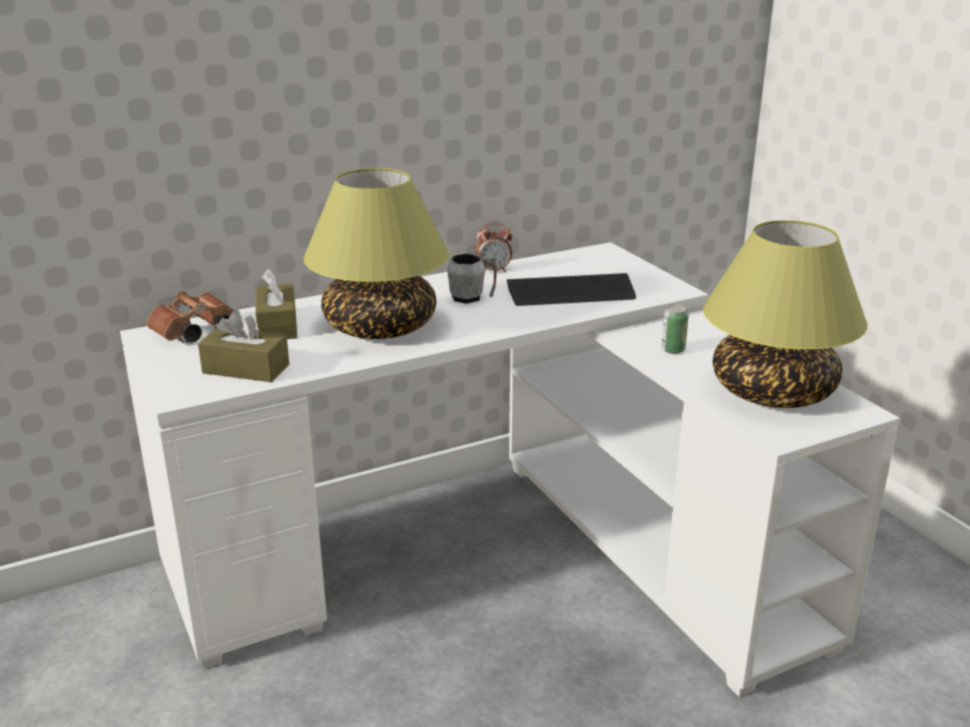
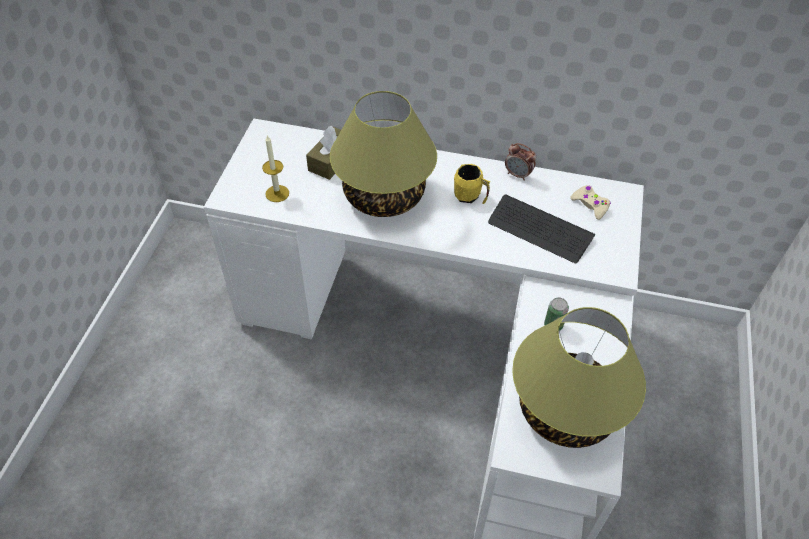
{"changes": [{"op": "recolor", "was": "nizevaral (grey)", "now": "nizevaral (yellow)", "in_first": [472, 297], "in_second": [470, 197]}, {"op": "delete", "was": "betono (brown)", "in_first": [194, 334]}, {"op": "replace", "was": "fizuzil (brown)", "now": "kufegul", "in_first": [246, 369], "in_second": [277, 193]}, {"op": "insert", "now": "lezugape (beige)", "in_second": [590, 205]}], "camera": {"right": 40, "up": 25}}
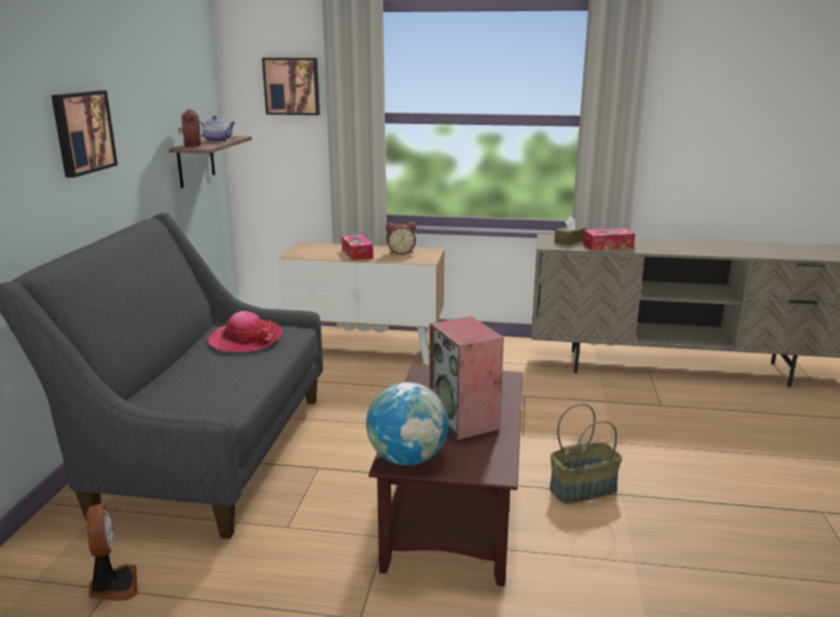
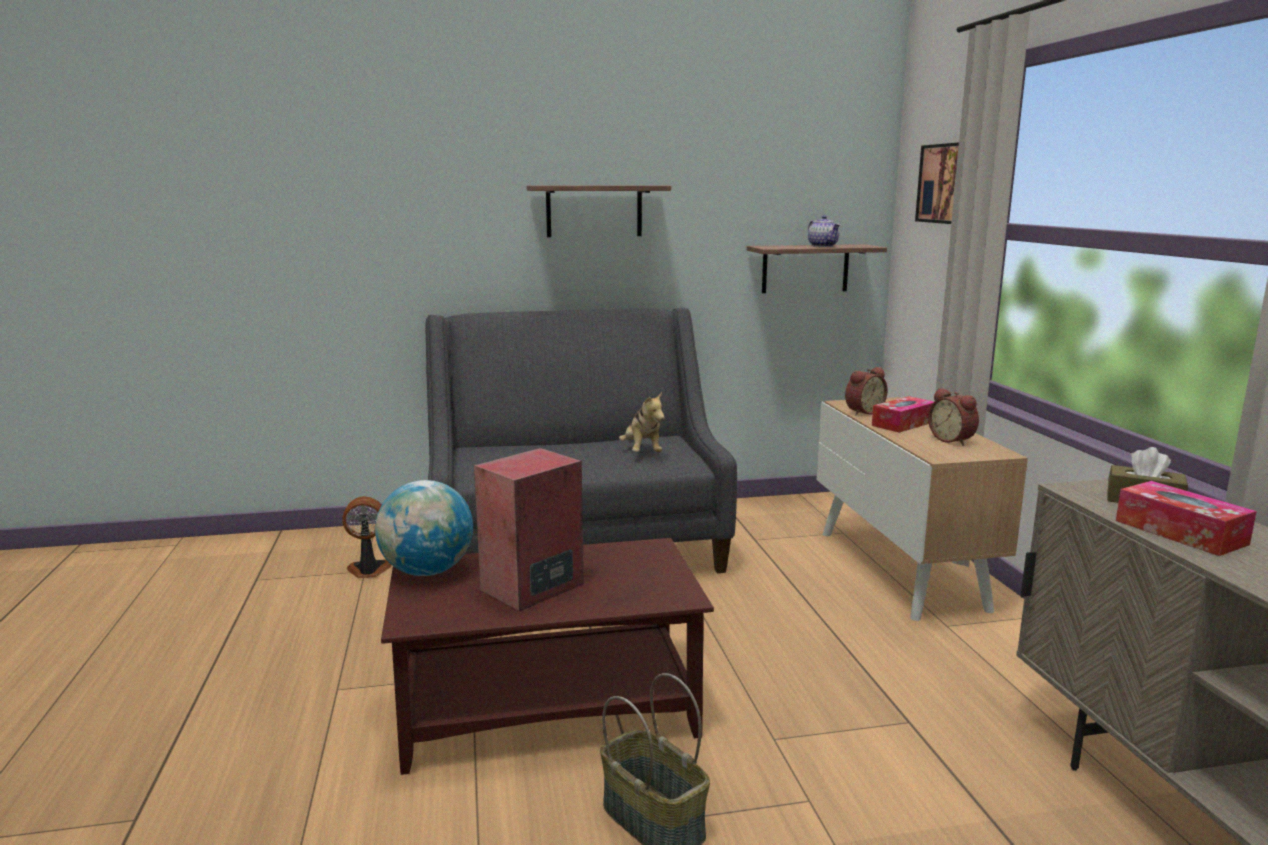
{"changes": [{"op": "replace", "was": "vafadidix", "now": "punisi", "in_first": [82, 132], "in_second": [594, 211]}, {"op": "move", "was": "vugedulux", "in_first": [190, 145], "in_second": [862, 412]}, {"op": "replace", "was": "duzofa", "now": "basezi", "in_first": [245, 339], "in_second": [642, 452]}, {"op": "rotate", "was": "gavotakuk", "in_first": [113, 586], "in_second": [368, 571], "clockwise": -150}], "camera": {"right": 70, "up": -5}}
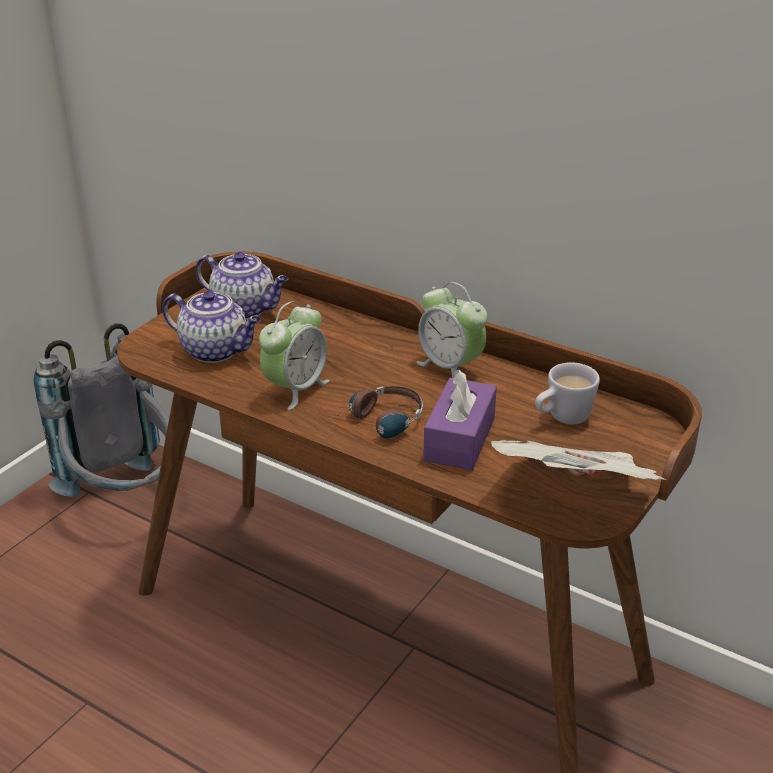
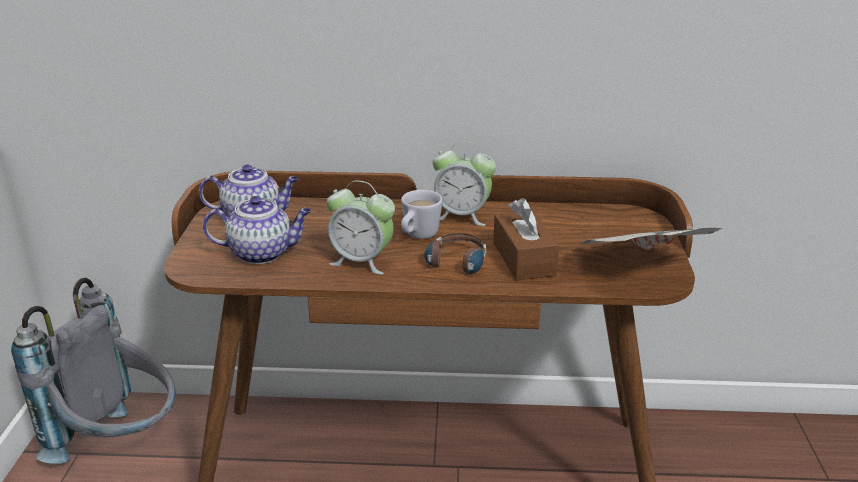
{"changes": [{"op": "rotate", "was": "vugedulux", "in_first": [296, 389], "in_second": [362, 261], "clockwise": 105}, {"op": "move", "was": "nizevaral (white)", "in_first": [562, 418], "in_second": [418, 236]}, {"op": "recolor", "was": "fizuzil (purple)", "now": "fizuzil (brown)", "in_first": [459, 439], "in_second": [523, 259]}], "camera": {"right": -30, "up": -5}}
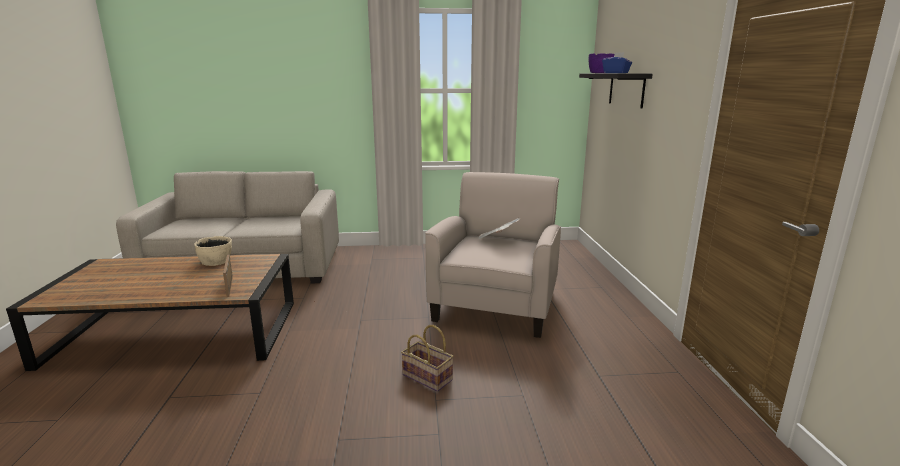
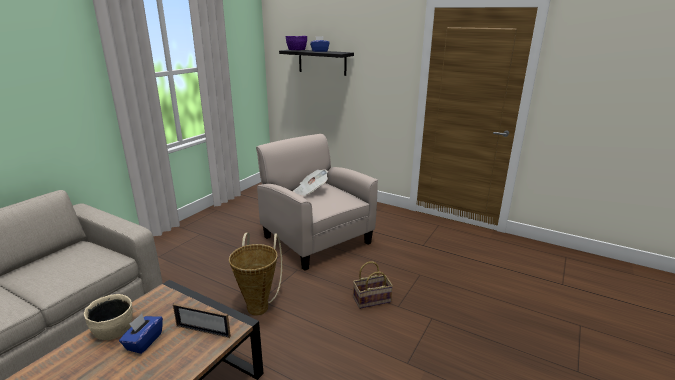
{"changes": [{"op": "insert", "now": "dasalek", "in_second": [259, 305]}, {"op": "insert", "now": "fizuzil (blue)", "in_second": [144, 342]}], "camera": {"right": -55, "up": 5}}
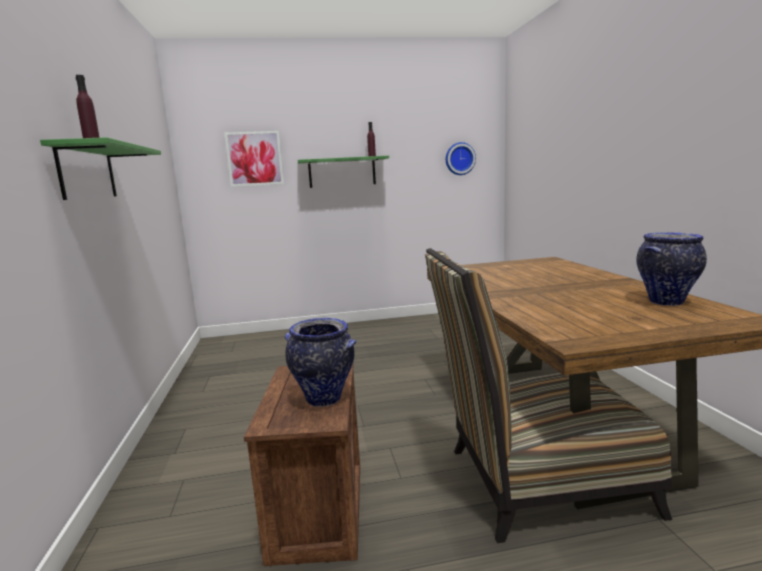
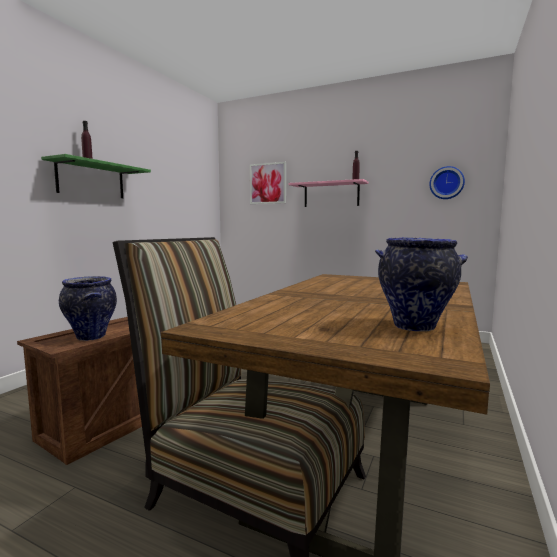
{"changes": [{"op": "recolor", "was": "punisi (green)", "now": "punisi (pink)", "in_first": [342, 172], "in_second": [331, 195]}], "camera": {"right": 35, "up": -5}}
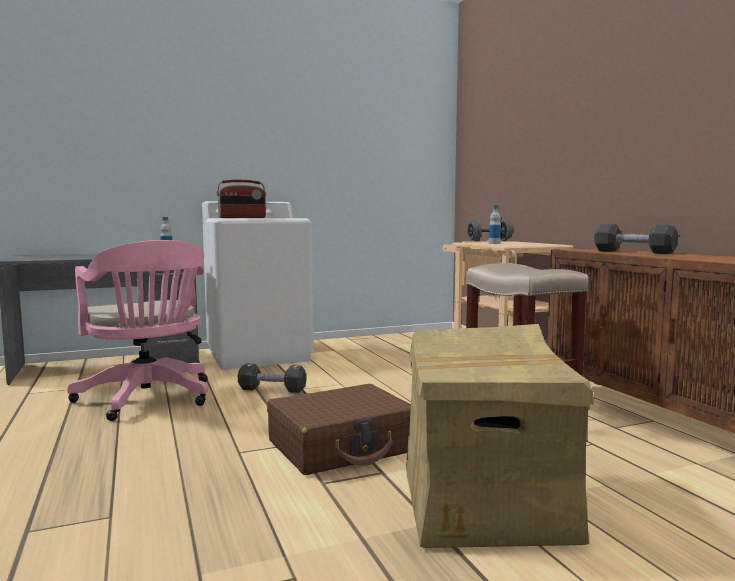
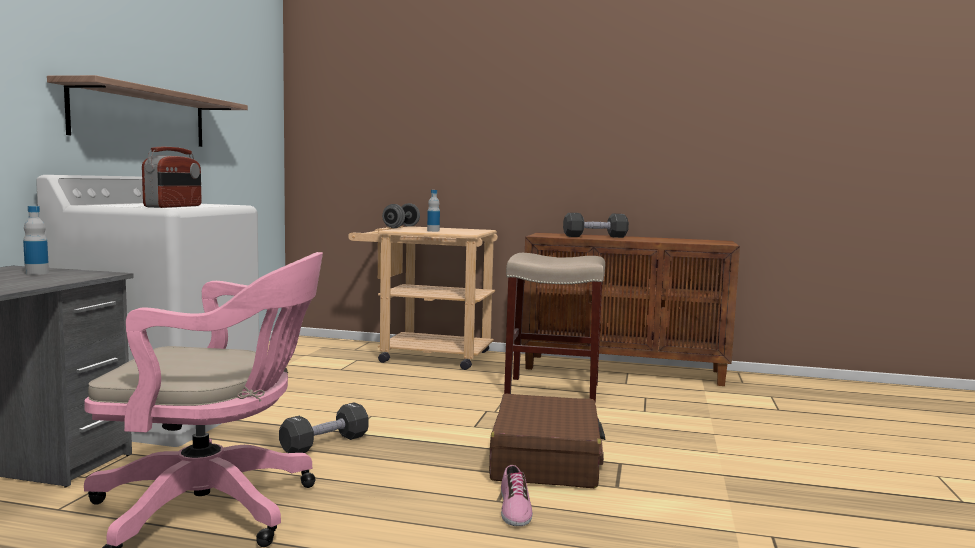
{"changes": [{"op": "delete", "was": "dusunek", "in_first": [484, 501]}, {"op": "insert", "now": "punisi", "in_second": [141, 117]}, {"op": "insert", "now": "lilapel", "in_second": [513, 508]}], "camera": {"right": -55, "up": 0}}
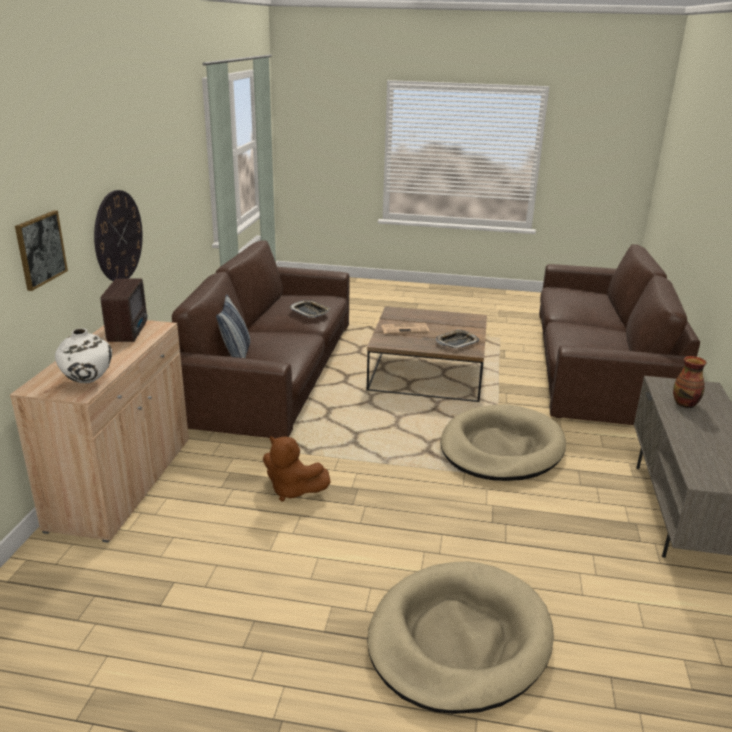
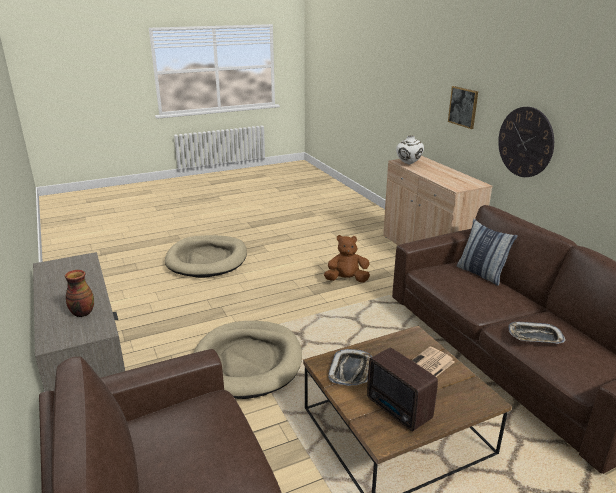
{"changes": [{"op": "move", "was": "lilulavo", "in_first": [129, 331], "in_second": [399, 410]}], "camera": {"right": 145, "up": 0}}
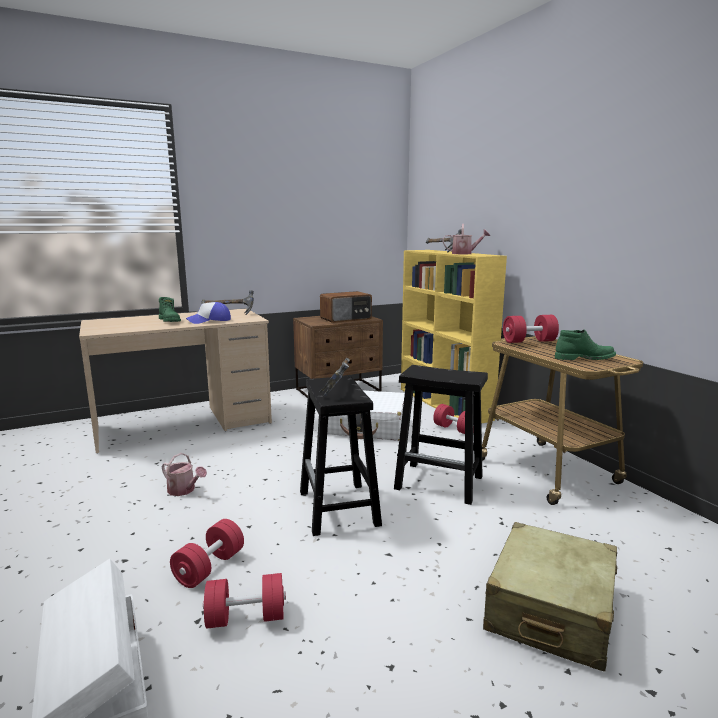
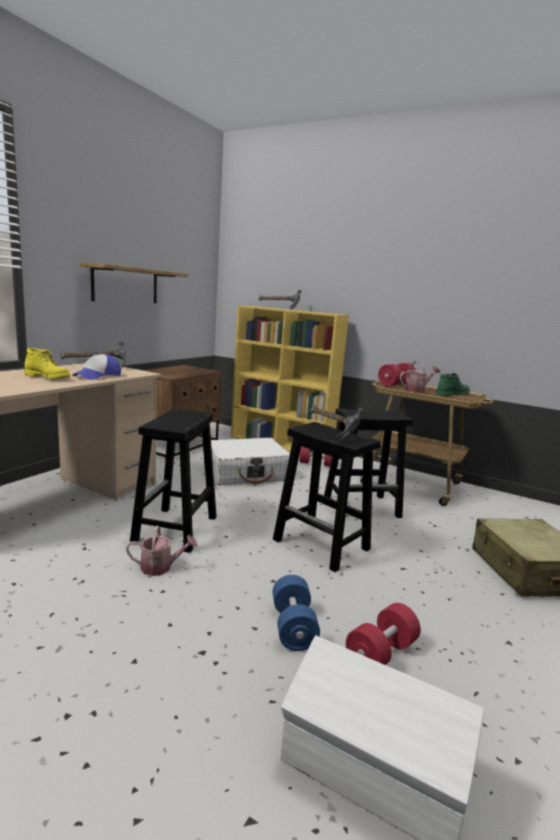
{"changes": [{"op": "move", "was": "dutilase", "in_first": [465, 253], "in_second": [417, 390]}, {"op": "delete", "was": "lilulavo", "in_first": [346, 319]}, {"op": "recolor", "was": "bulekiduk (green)", "now": "bulekiduk (yellow)", "in_first": [170, 321], "in_second": [48, 377]}, {"op": "recolor", "was": "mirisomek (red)", "now": "mirisomek (blue)", "in_first": [209, 567], "in_second": [293, 627]}, {"op": "insert", "now": "punisi", "in_second": [125, 285]}, {"op": "insert", "now": "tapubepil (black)", "in_second": [175, 529]}], "camera": {"right": -35, "up": 0}}
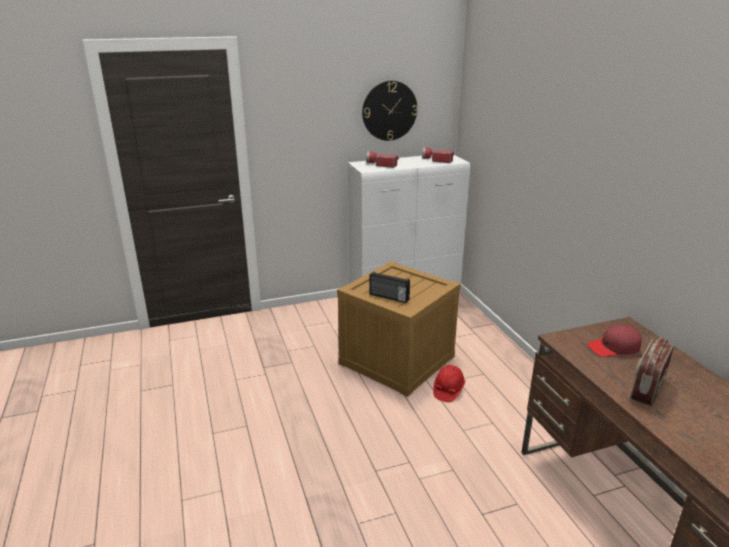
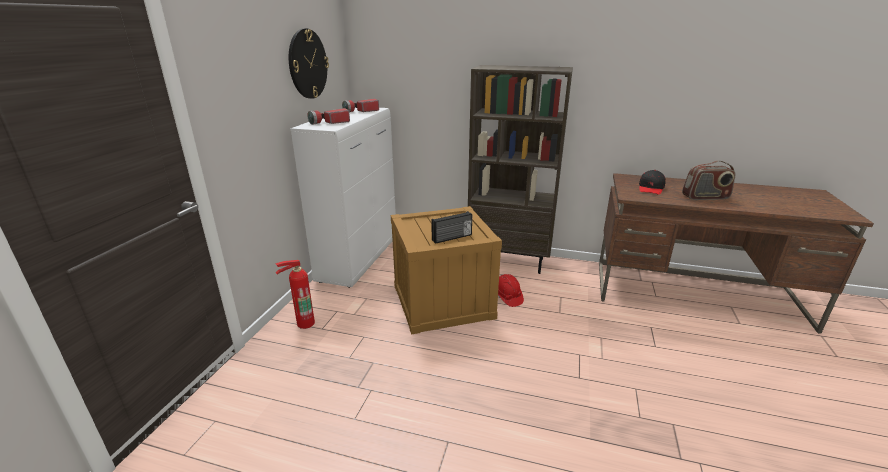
{"changes": [{"op": "recolor", "was": "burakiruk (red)", "now": "burakiruk (black)", "in_first": [614, 348], "in_second": [651, 188]}, {"op": "rotate", "was": "lilulavo", "in_first": [647, 389], "in_second": [705, 197], "clockwise": -75}, {"op": "insert", "now": "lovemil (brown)", "in_second": [509, 261]}, {"op": "insert", "now": "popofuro", "in_second": [304, 323]}], "camera": {"right": -55, "up": 0}}
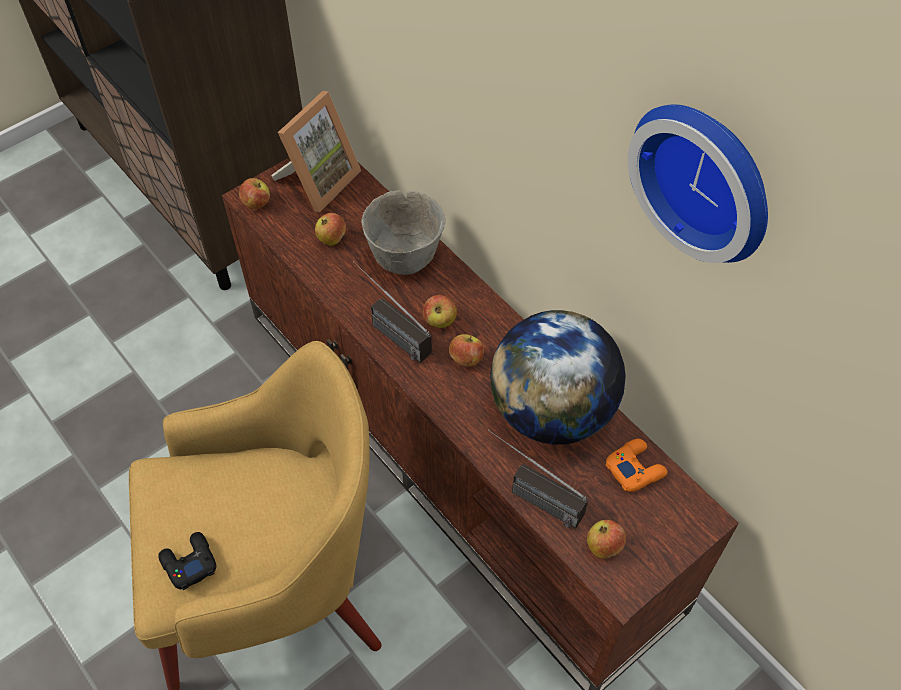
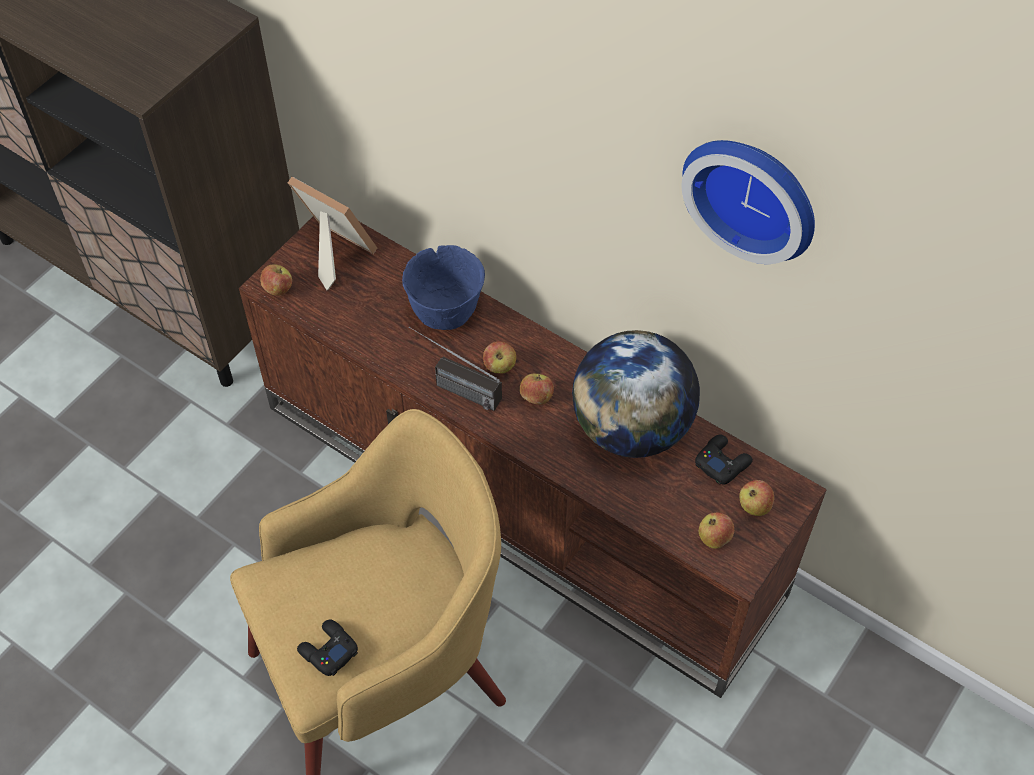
{"changes": [{"op": "rotate", "was": "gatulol", "in_first": [318, 181], "in_second": [332, 253], "clockwise": -75}, {"op": "recolor", "was": "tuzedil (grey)", "now": "tuzedil (blue)", "in_first": [405, 256], "in_second": [445, 311]}, {"op": "move", "was": "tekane", "in_first": [331, 238], "in_second": [754, 506]}, {"op": "delete", "was": "lilulavo", "in_first": [529, 495]}, {"op": "recolor", "was": "lezugape (orange)", "now": "lezugape (black)", "in_first": [635, 468], "in_second": [722, 462]}], "camera": {"right": -15, "up": 0}}
